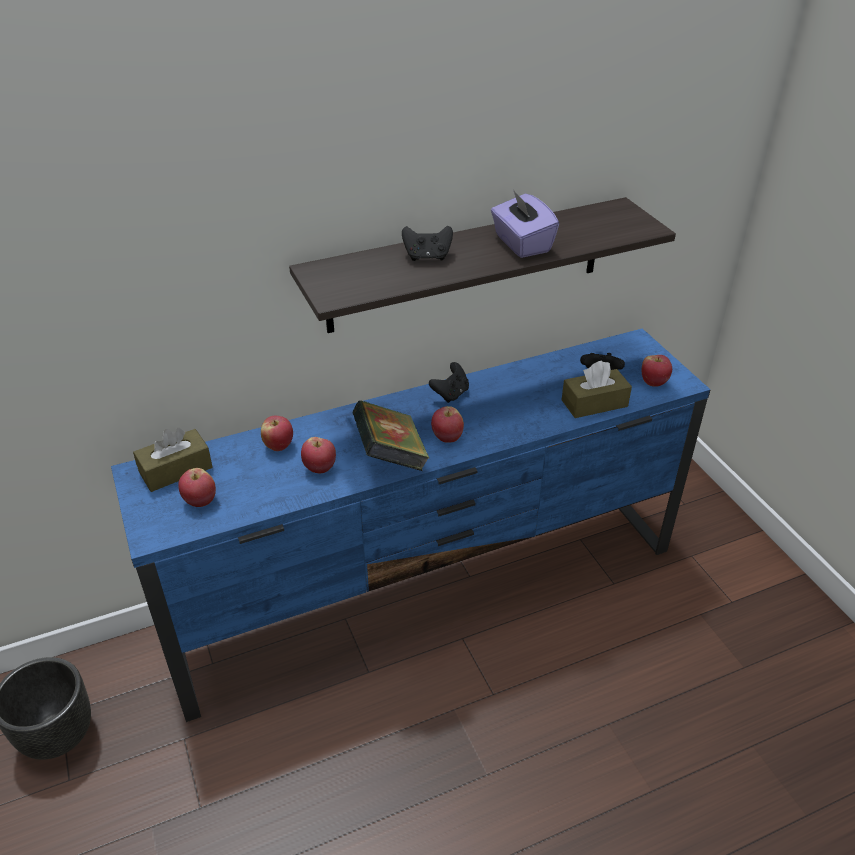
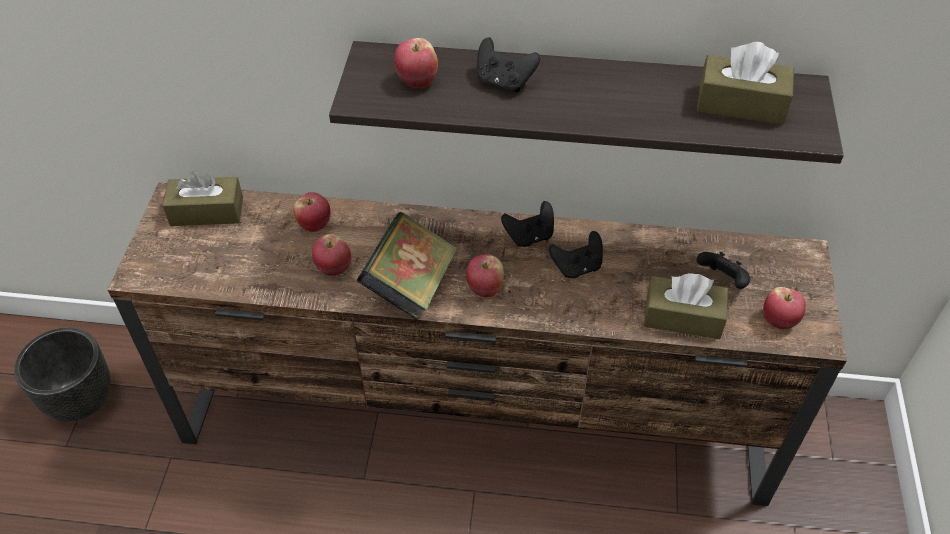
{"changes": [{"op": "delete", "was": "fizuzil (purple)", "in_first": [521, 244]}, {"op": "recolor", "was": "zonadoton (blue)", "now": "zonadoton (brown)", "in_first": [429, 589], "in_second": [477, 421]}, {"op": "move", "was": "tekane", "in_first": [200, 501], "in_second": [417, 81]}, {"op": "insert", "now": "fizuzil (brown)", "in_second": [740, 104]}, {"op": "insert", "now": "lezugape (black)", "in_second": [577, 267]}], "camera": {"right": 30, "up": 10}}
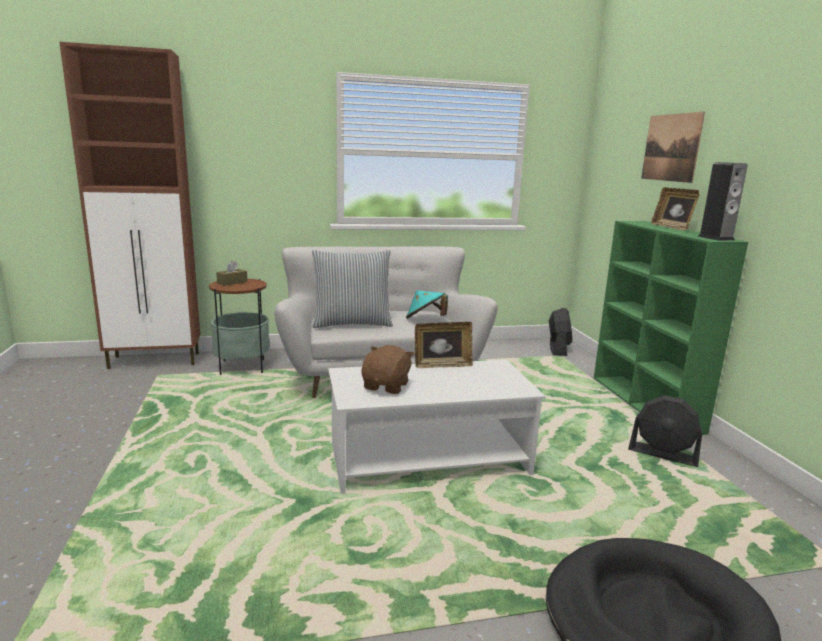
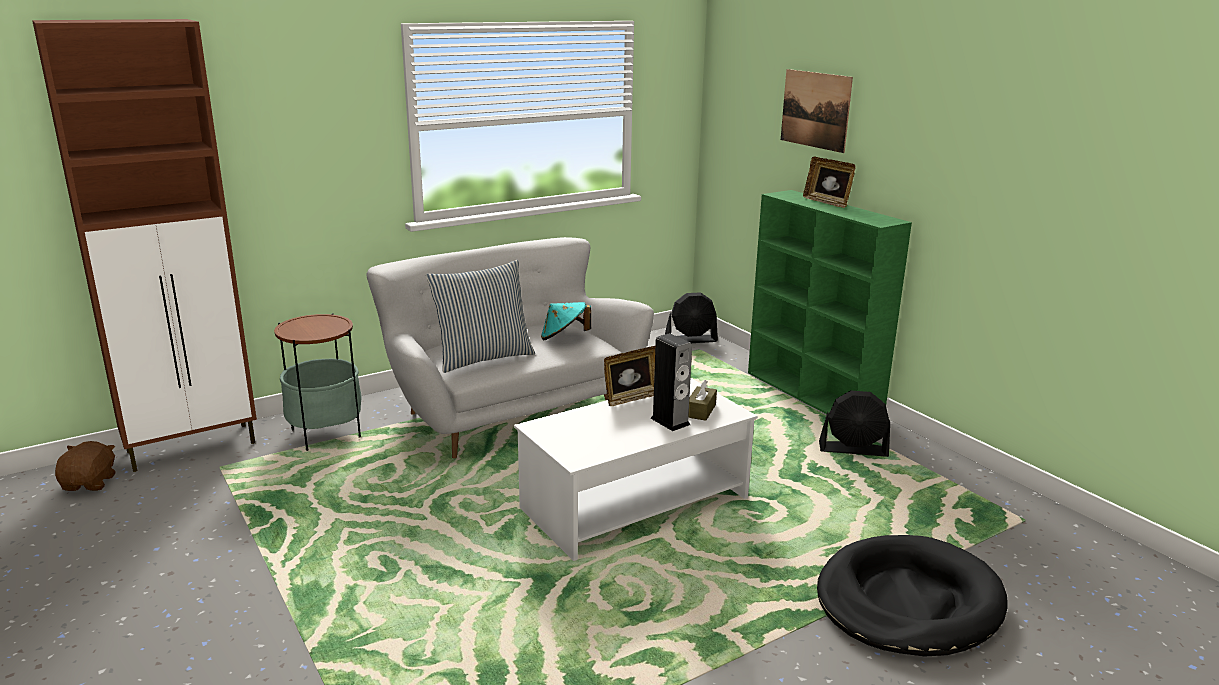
{"changes": [{"op": "move", "was": "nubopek", "in_first": [715, 238], "in_second": [670, 421]}, {"op": "move", "was": "fizuzil (brown)", "in_first": [232, 282], "in_second": [701, 410]}, {"op": "rotate", "was": "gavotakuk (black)", "in_first": [558, 348], "in_second": [691, 340], "clockwise": 90}, {"op": "move", "was": "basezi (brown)", "in_first": [386, 386], "in_second": [90, 483]}], "camera": {"right": -20, "up": 5}}
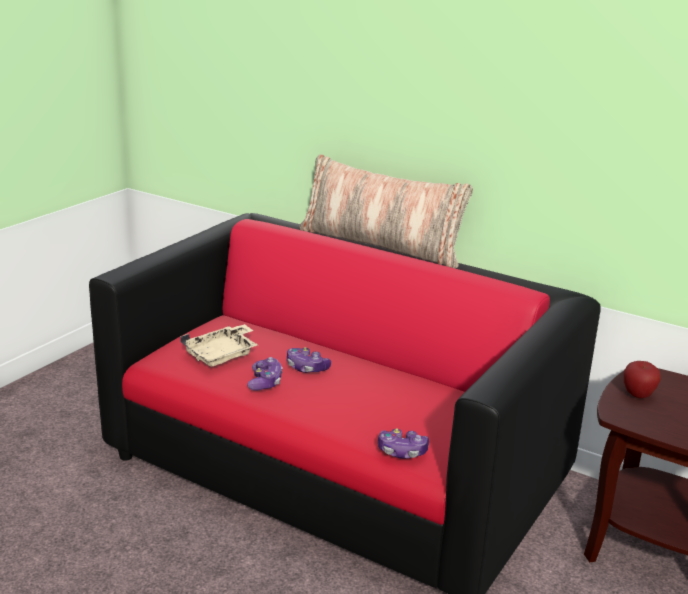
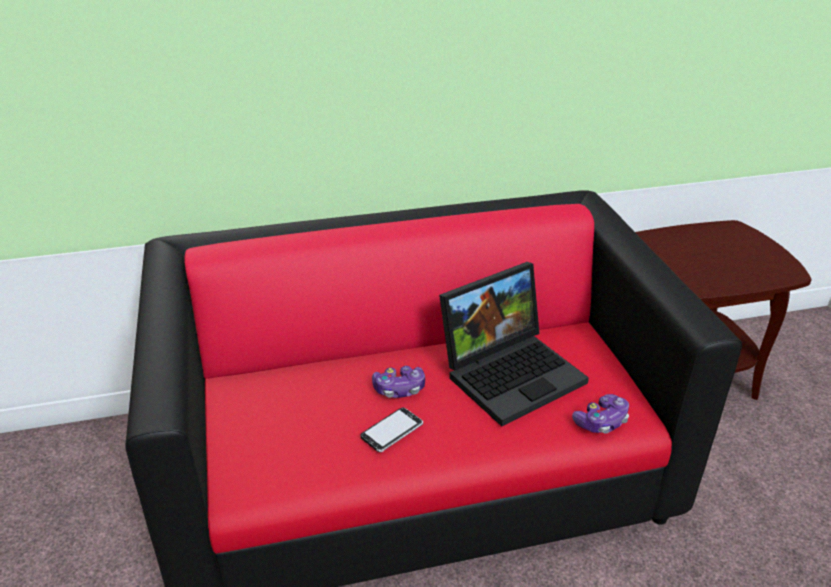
{"changes": [{"op": "delete", "was": "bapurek", "in_first": [381, 244]}, {"op": "delete", "was": "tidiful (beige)", "in_first": [222, 355]}, {"op": "replace", "was": "lezugape", "now": "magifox", "in_first": [265, 382], "in_second": [392, 431]}, {"op": "delete", "was": "tekane", "in_first": [638, 395]}, {"op": "insert", "now": "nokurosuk", "in_second": [512, 372]}], "camera": {"right": -45, "up": 10}}
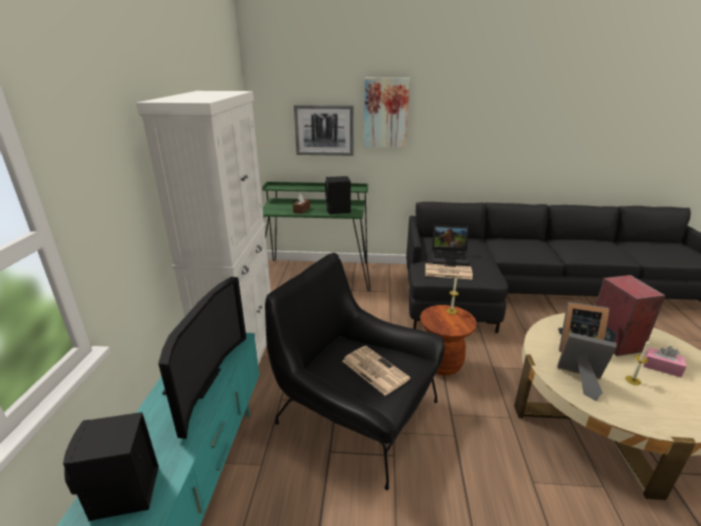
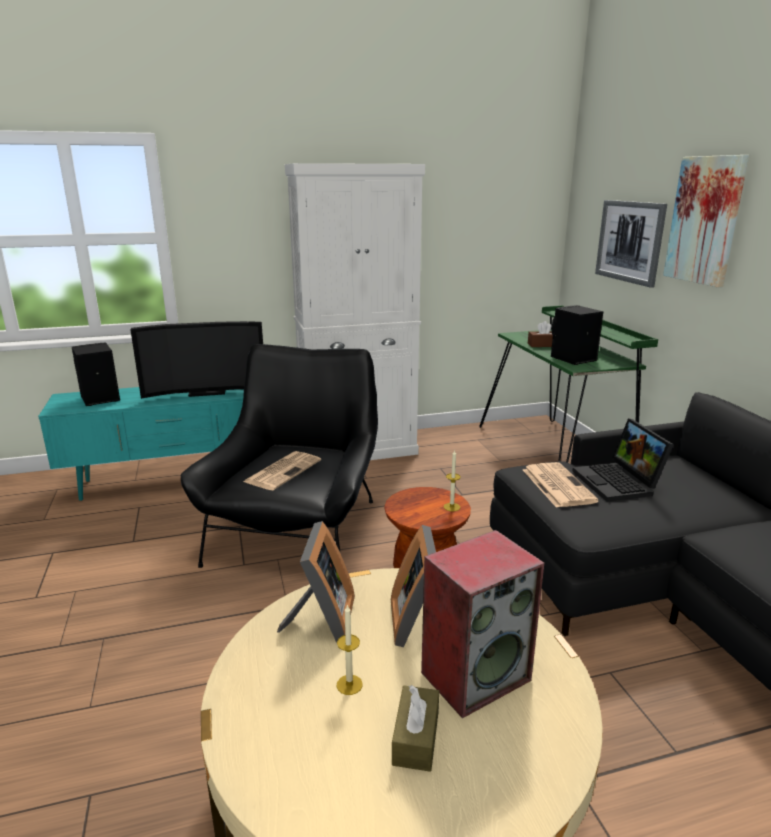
{"changes": [{"op": "recolor", "was": "fizuzil (pink)", "now": "fizuzil (brown)", "in_first": [661, 367], "in_second": [416, 738]}], "camera": {"right": 70, "up": -5}}
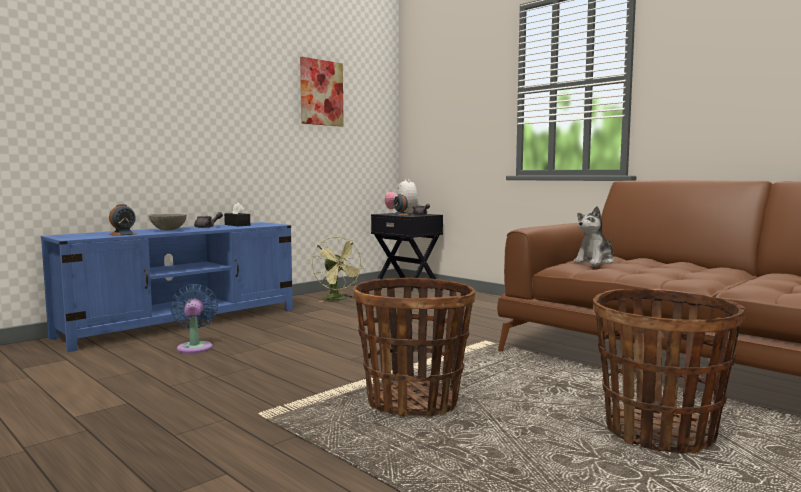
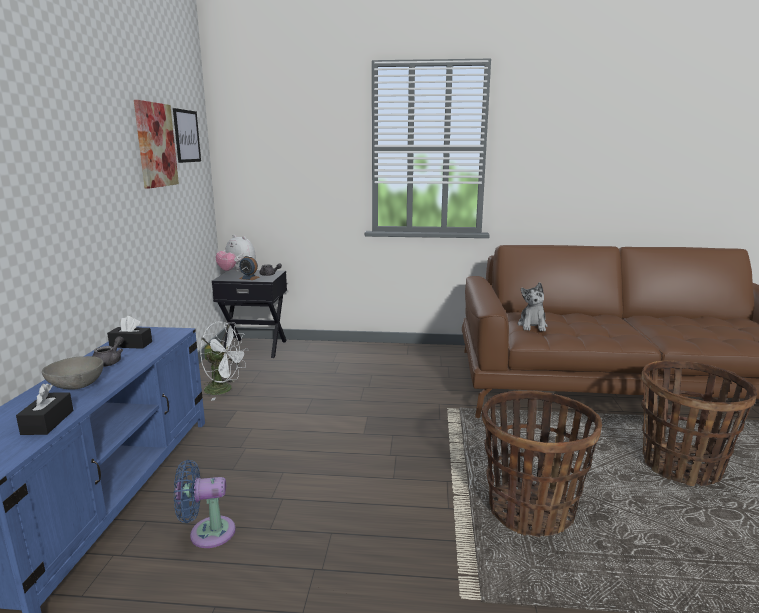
{"changes": [{"op": "replace", "was": "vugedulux", "now": "fizuzil (black)", "in_first": [123, 234], "in_second": [48, 422]}, {"op": "recolor", "was": "gavotakuk (green)", "now": "gavotakuk (white)", "in_first": [338, 299], "in_second": [224, 390]}, {"op": "rotate", "was": "gavotakuk (blue)", "in_first": [195, 347], "in_second": [207, 533], "clockwise": -45}, {"op": "insert", "now": "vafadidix", "in_second": [186, 136]}], "camera": {"right": -40, "up": 10}}
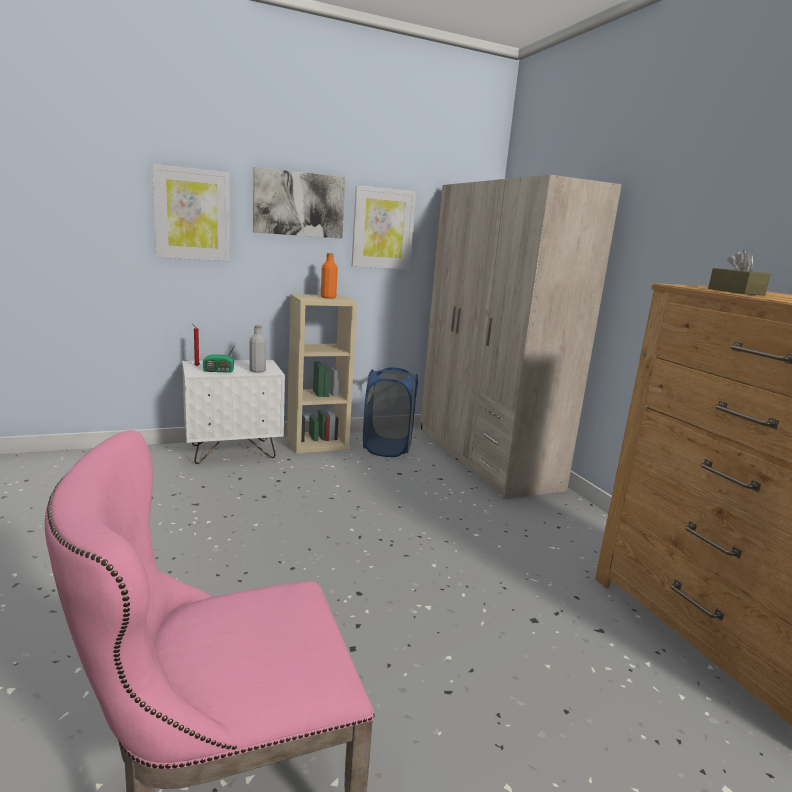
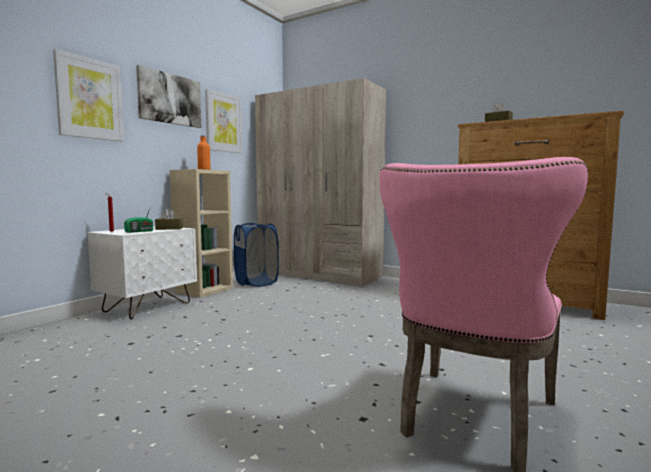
{"changes": [{"op": "replace", "was": "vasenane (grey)", "now": "fizuzil (brown)", "in_first": [257, 370], "in_second": [169, 229]}], "camera": {"right": -35, "up": -10}}
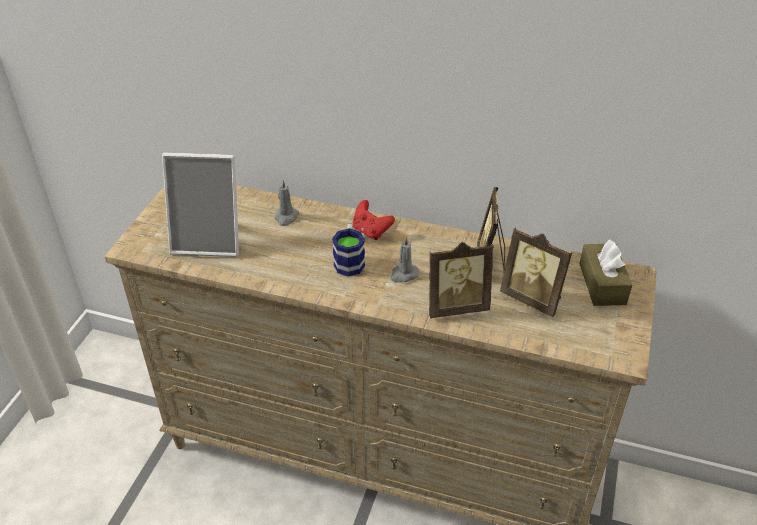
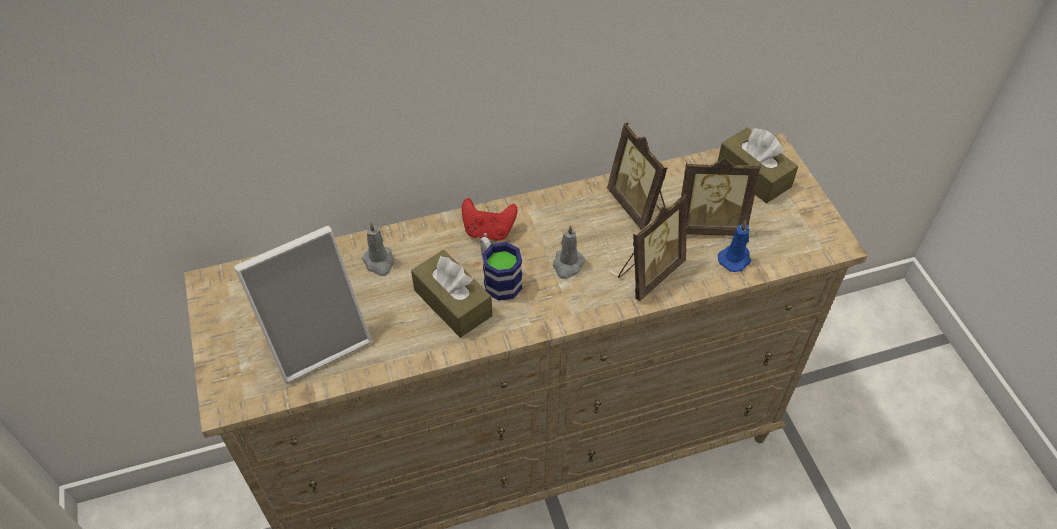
{"changes": [{"op": "insert", "now": "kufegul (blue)", "in_second": [735, 259]}, {"op": "insert", "now": "fizuzil (brown)", "in_second": [453, 303]}], "camera": {"right": -35, "up": 10}}
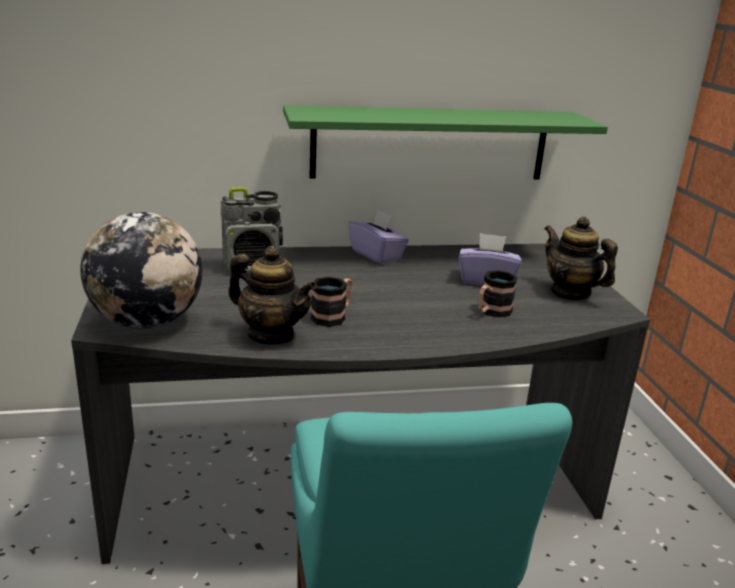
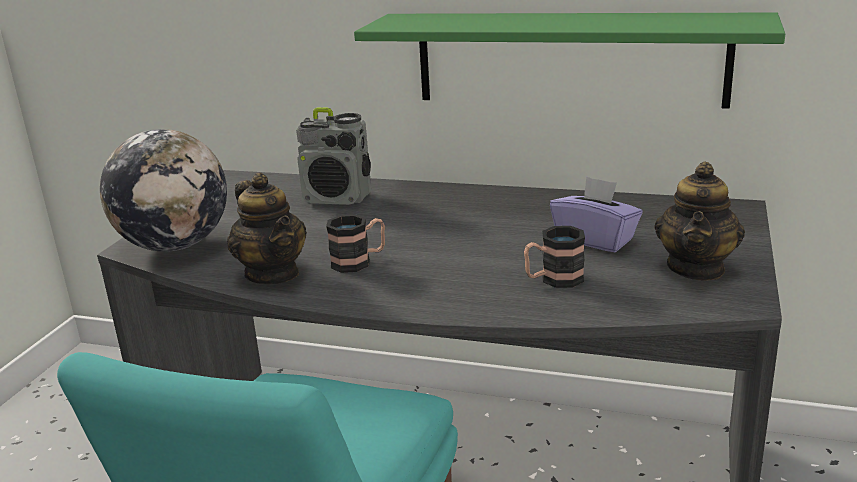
{"changes": [{"op": "delete", "was": "fizuzil (purple)", "in_first": [377, 255]}, {"op": "rotate", "was": "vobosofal", "in_first": [570, 293], "in_second": [696, 268], "clockwise": -150}], "camera": {"right": 30, "up": 0}}
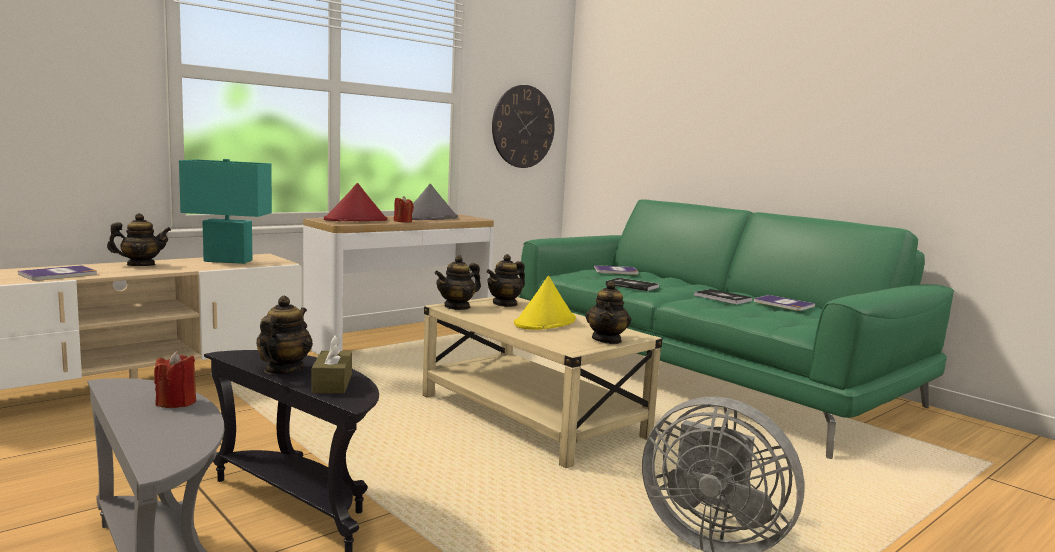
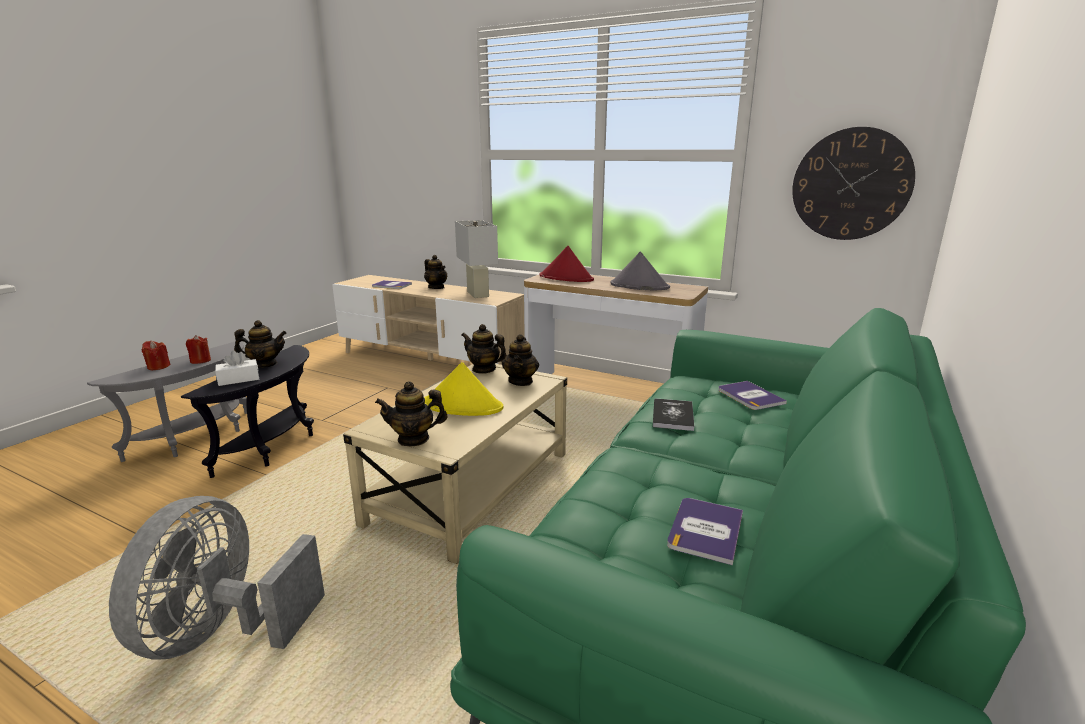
{"changes": [{"op": "recolor", "was": "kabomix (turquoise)", "now": "kabomix (white)", "in_first": [228, 261], "in_second": [478, 294]}, {"op": "move", "was": "kufegul (red)", "in_first": [403, 221], "in_second": [158, 367]}, {"op": "rotate", "was": "vobosofal", "in_first": [505, 304], "in_second": [521, 381], "clockwise": -105}, {"op": "delete", "was": "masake", "in_first": [722, 298]}, {"op": "recolor", "was": "fizuzil (brown)", "now": "fizuzil (white)", "in_first": [332, 383], "in_second": [239, 379]}], "camera": {"right": 70, "up": 10}}
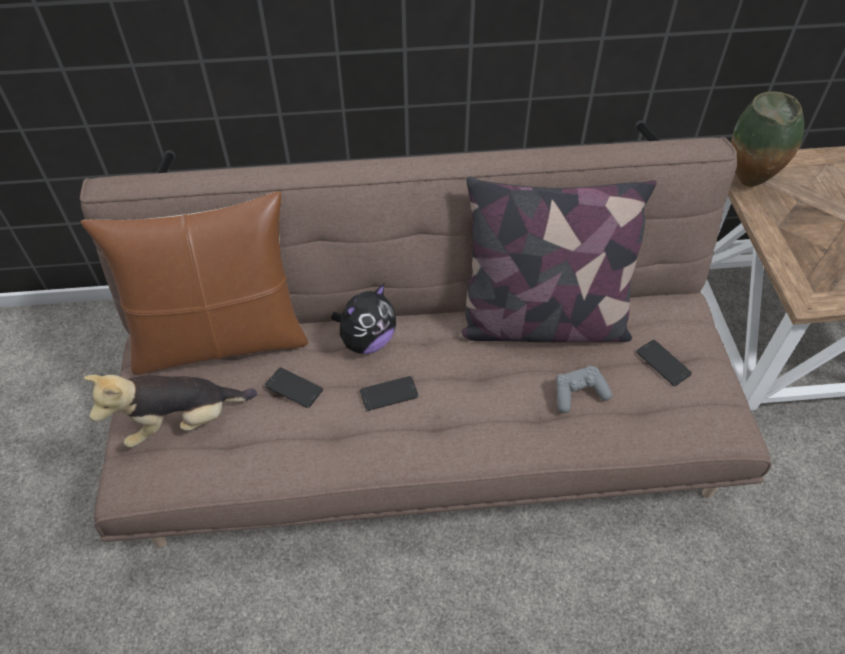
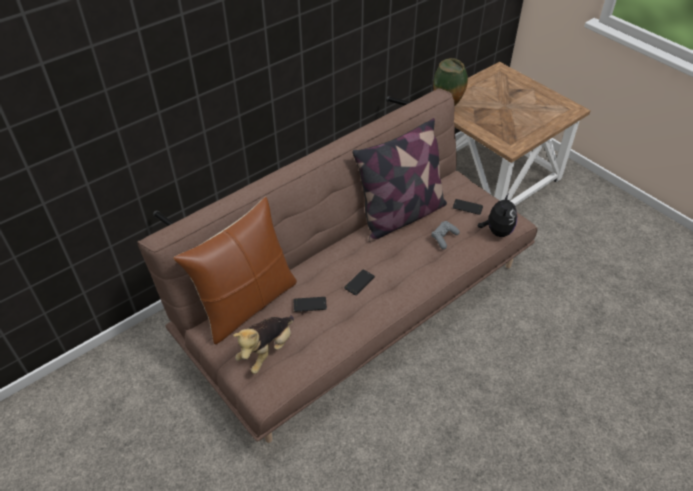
{"changes": [{"op": "move", "was": "basezi", "in_first": [367, 341], "in_second": [497, 231]}], "camera": {"right": -35, "up": -5}}
